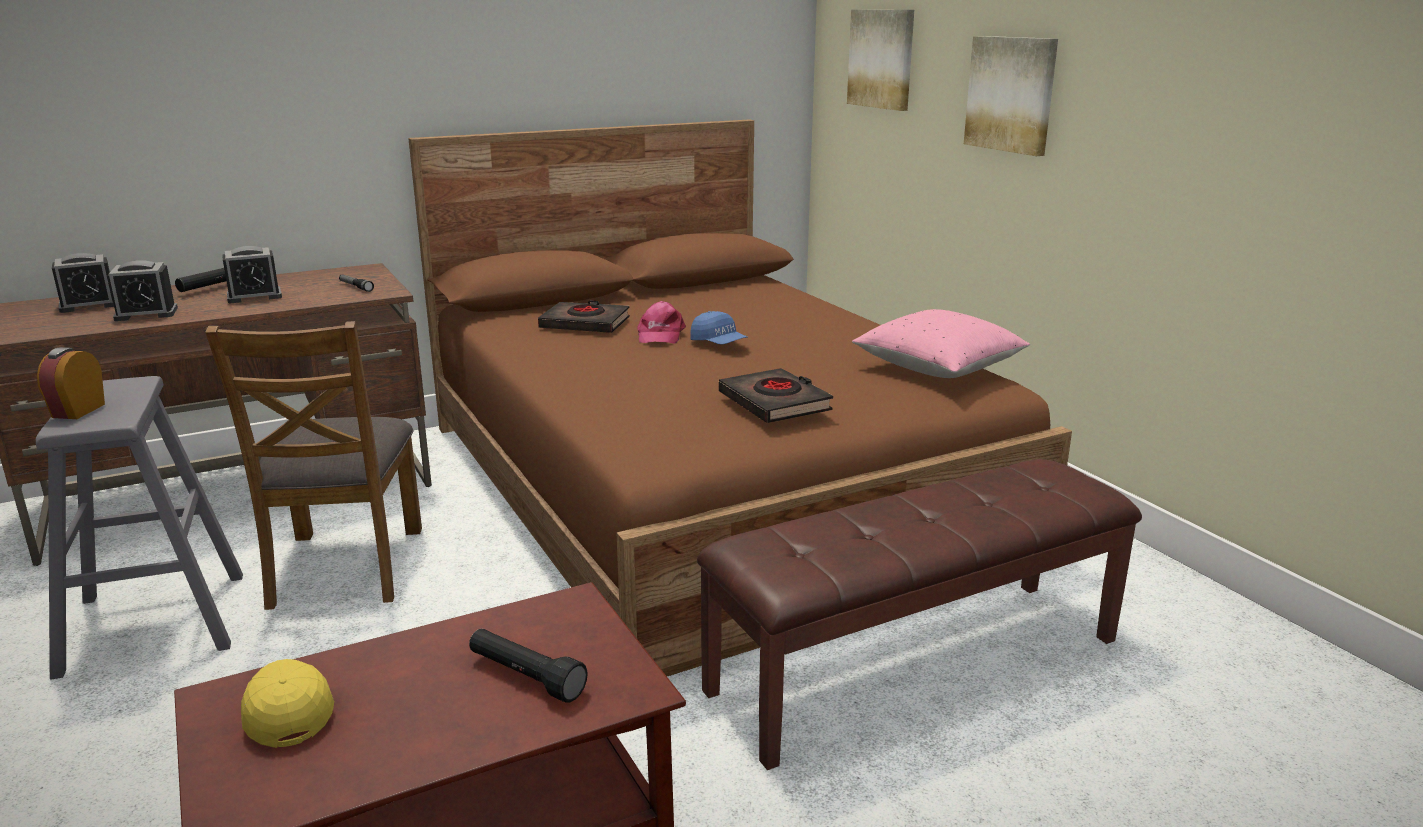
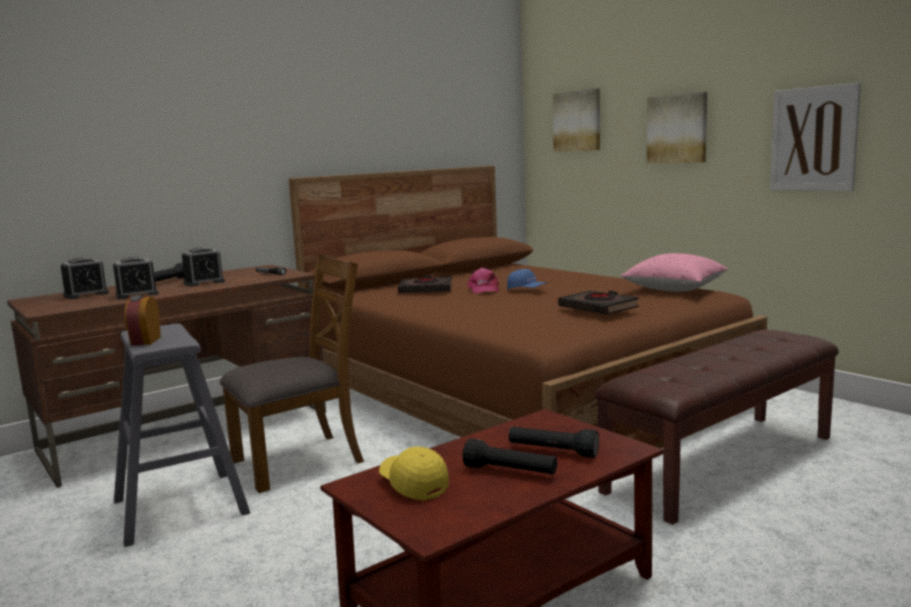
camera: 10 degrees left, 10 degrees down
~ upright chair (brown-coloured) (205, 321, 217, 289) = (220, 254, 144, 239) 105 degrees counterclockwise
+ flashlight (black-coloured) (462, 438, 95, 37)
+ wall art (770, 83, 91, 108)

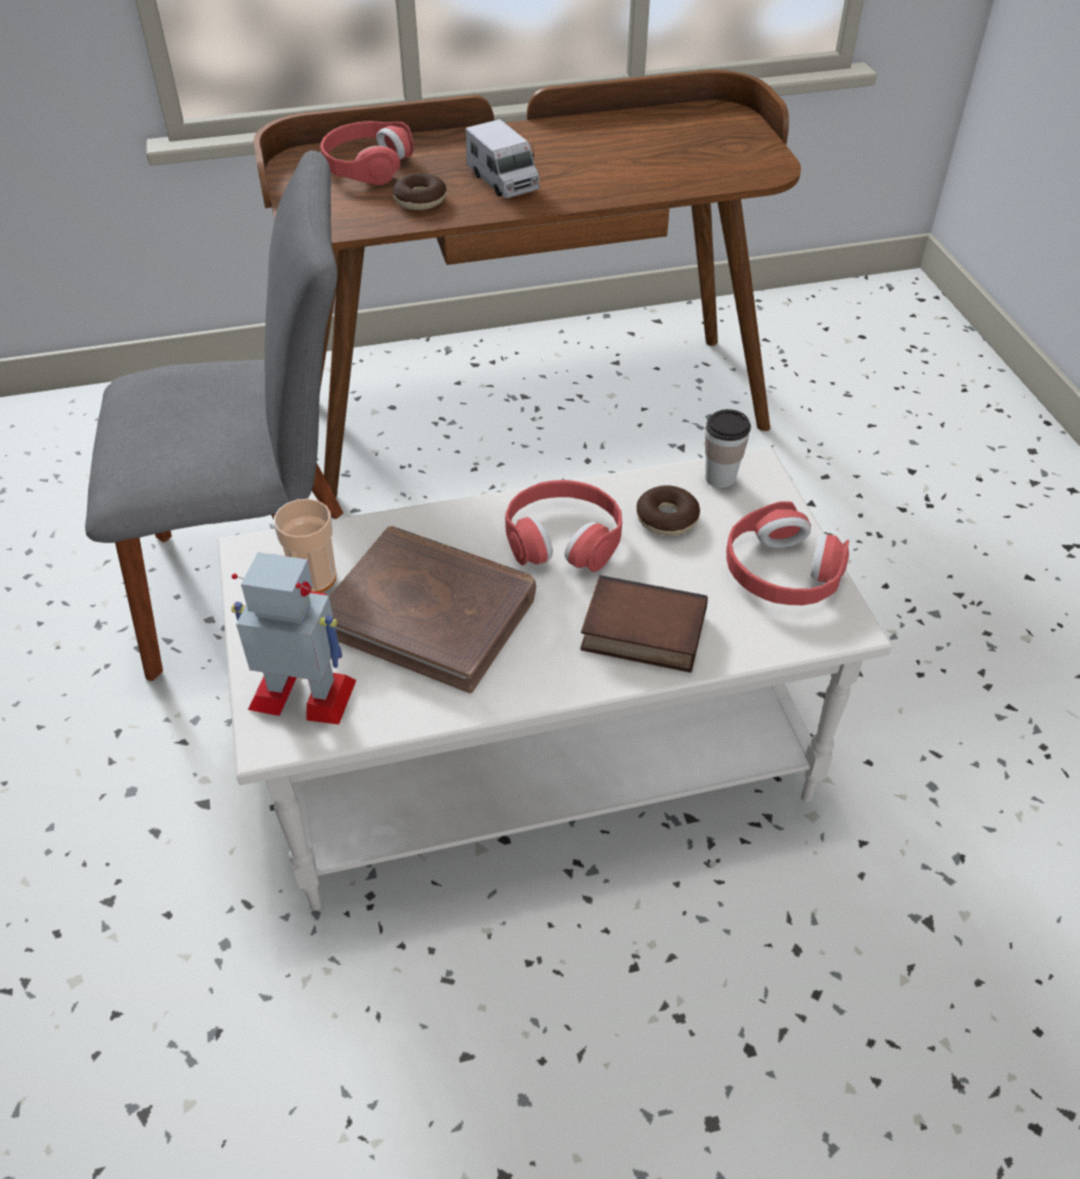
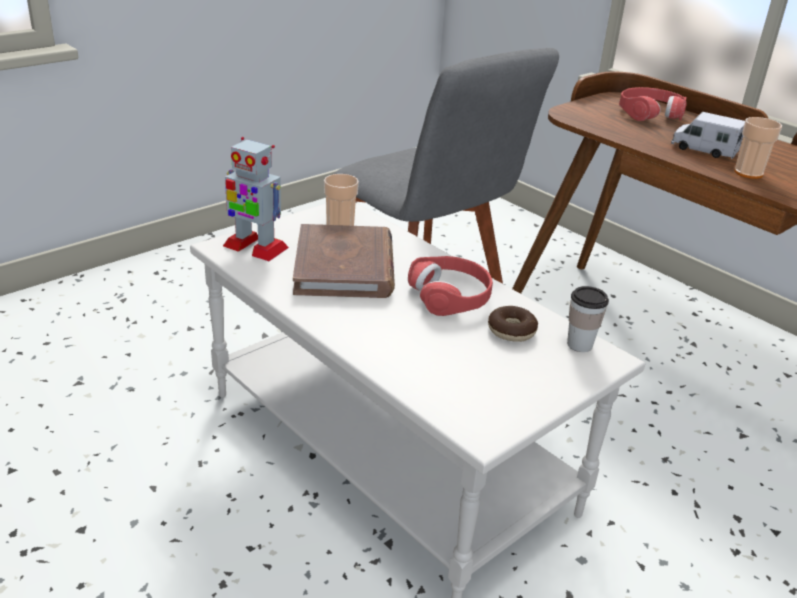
camera: 60 degrees right, 15 degrees down
~ toy robot (231, 552, 125, 173) = (223, 137, 66, 124) 135 degrees clockwise
~ toy lorry (466, 119, 74, 79) = (671, 112, 74, 47) 90 degrees clockwise
+ small cup (734, 117, 48, 62)
- donut (393, 173, 54, 37)
- volume (580, 575, 128, 98)
- headset (red) (726, 501, 123, 104)

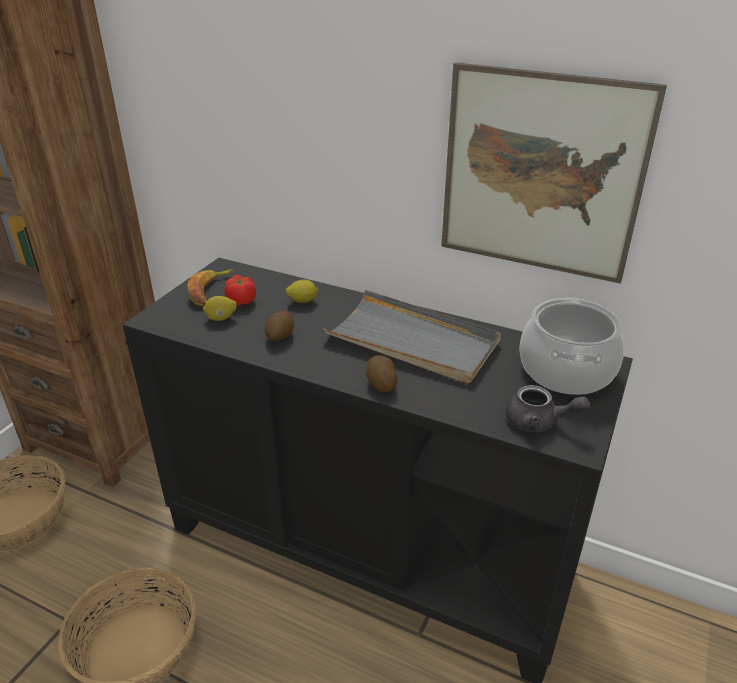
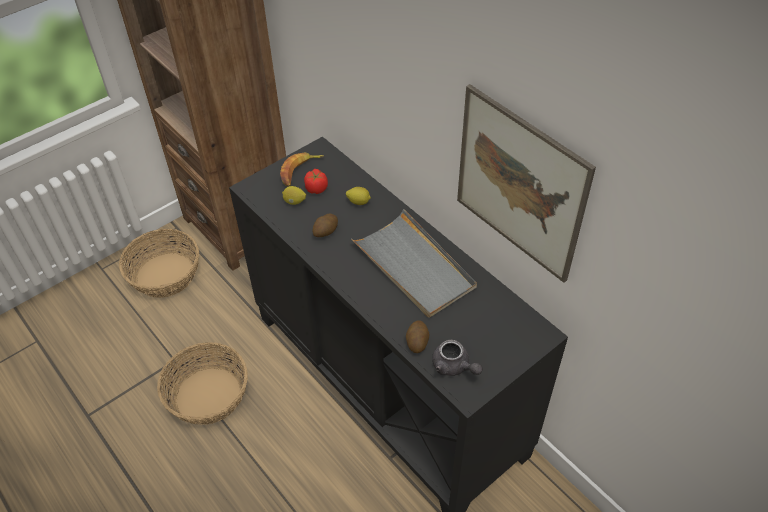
camera: 25 degrees right, 15 degrees up
~ potato (366, 355, 31, 37) to (406, 320, 23, 33)
- cooking pot (519, 297, 105, 98)

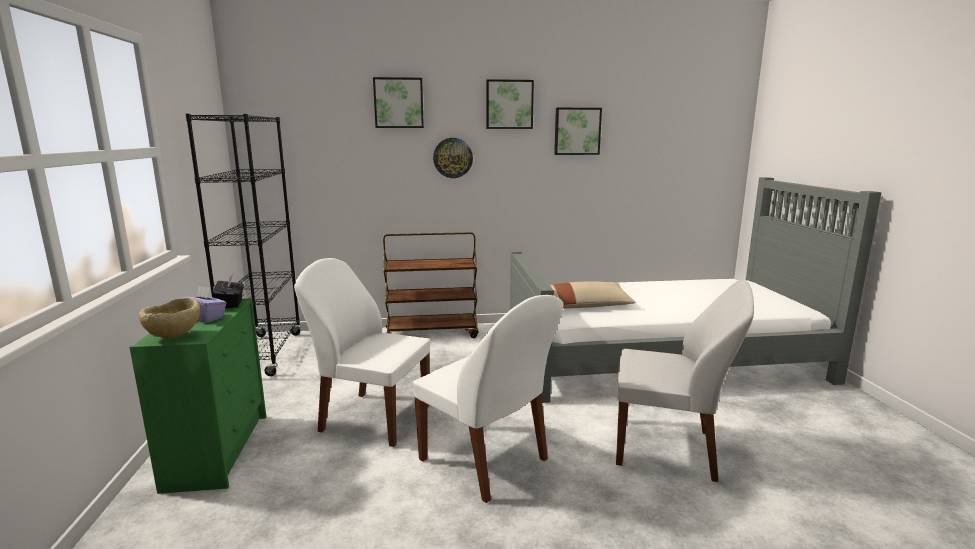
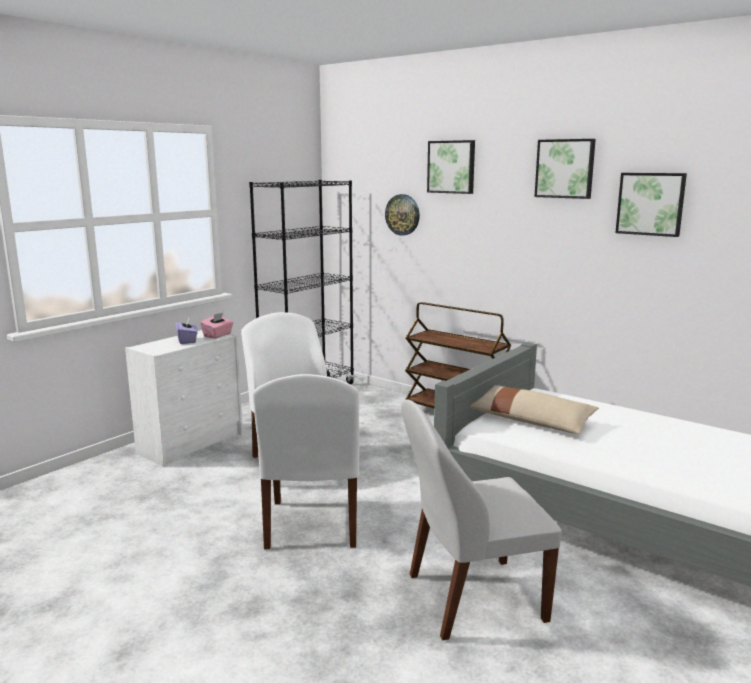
camera: 45 degrees right, 0 degrees up
~ chest of drawers (green) (129, 298, 137, 196) to chest of drawers (white-coloured) (125, 330, 118, 137)
~ box of tissues (black-coloured) (213, 274, 31, 34) to box of tissues (pink) (200, 312, 33, 27)
~ hanging clock (433, 138, 40, 40) to (385, 194, 35, 42)
~ upright chair (white-coloured) (616, 280, 138, 202) = (401, 400, 161, 240) 105 degrees clockwise
- serving bowl (beige-coloured) (139, 298, 61, 41)

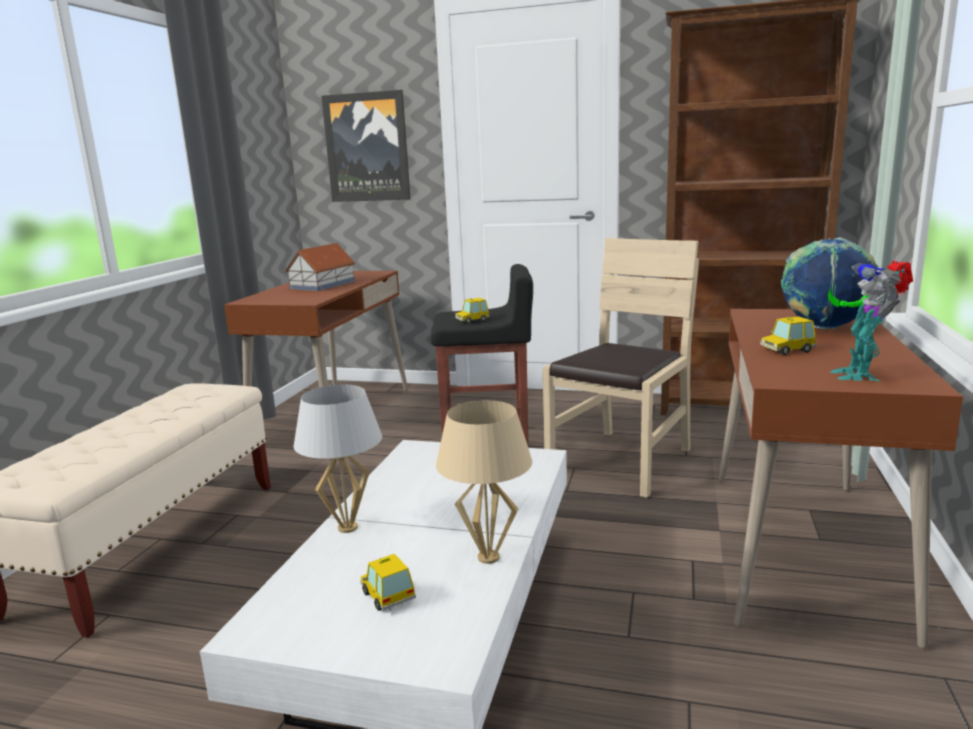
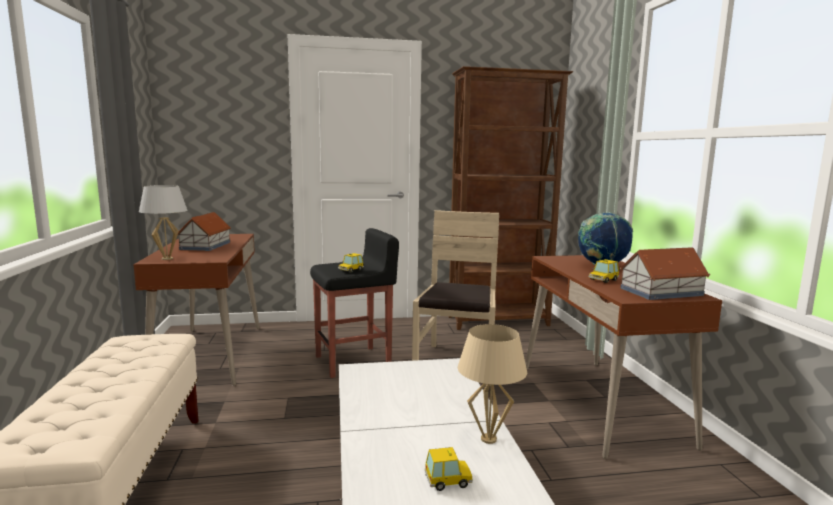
camera: 25 degrees left, 5 degrees down
~ table lamp (white-coloured) (293, 385, 89, 148) to (139, 185, 48, 75)
~ toy car (360, 554, 56, 57) = (425, 447, 48, 44) 135 degrees clockwise
~ toy robot (828, 261, 85, 120) to toy house (620, 247, 90, 53)
- wall art (321, 90, 89, 112)

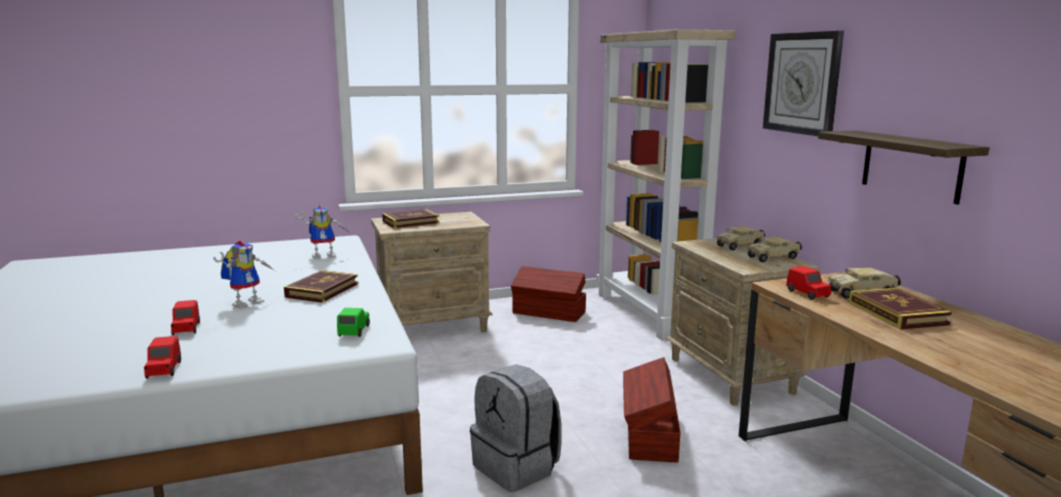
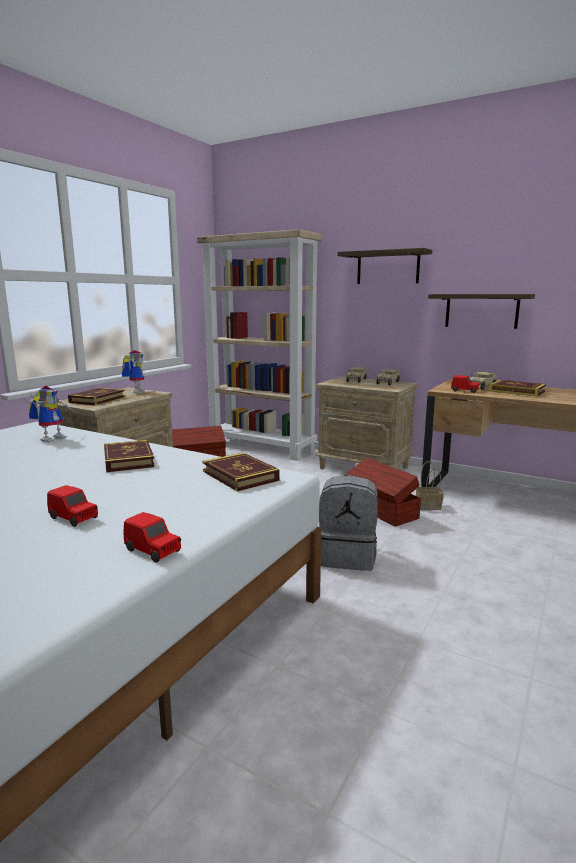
camera: 40 degrees left, 0 degrees up
~ toy robot (213, 241, 62, 68) to (122, 350, 23, 43)
~ toy car (green) (337, 308, 33, 29) to volume (202, 453, 78, 39)
~ hanging clock (763, 31, 81, 105) to shelf (337, 248, 95, 36)
+ household basket (416, 461, 28, 49)

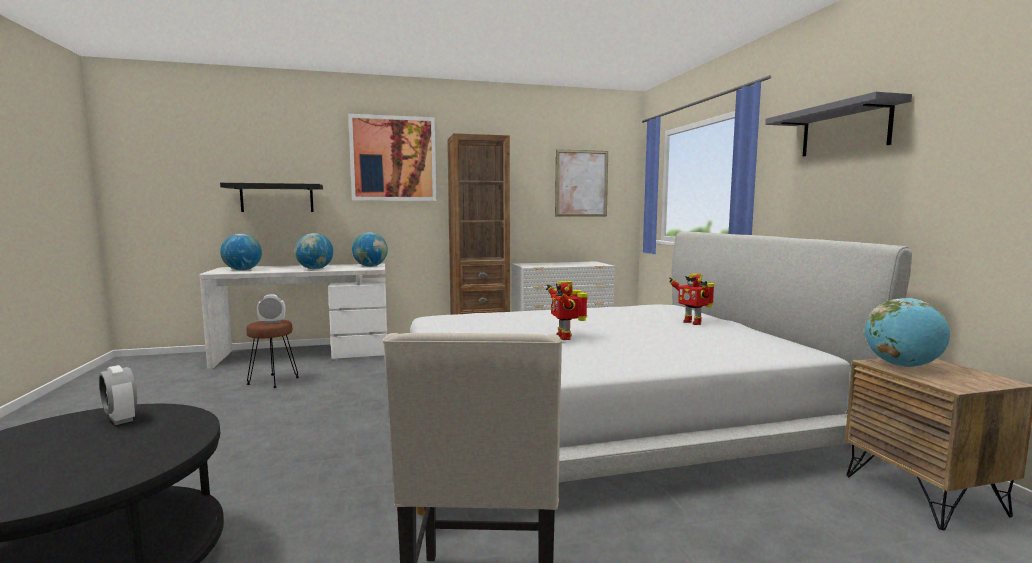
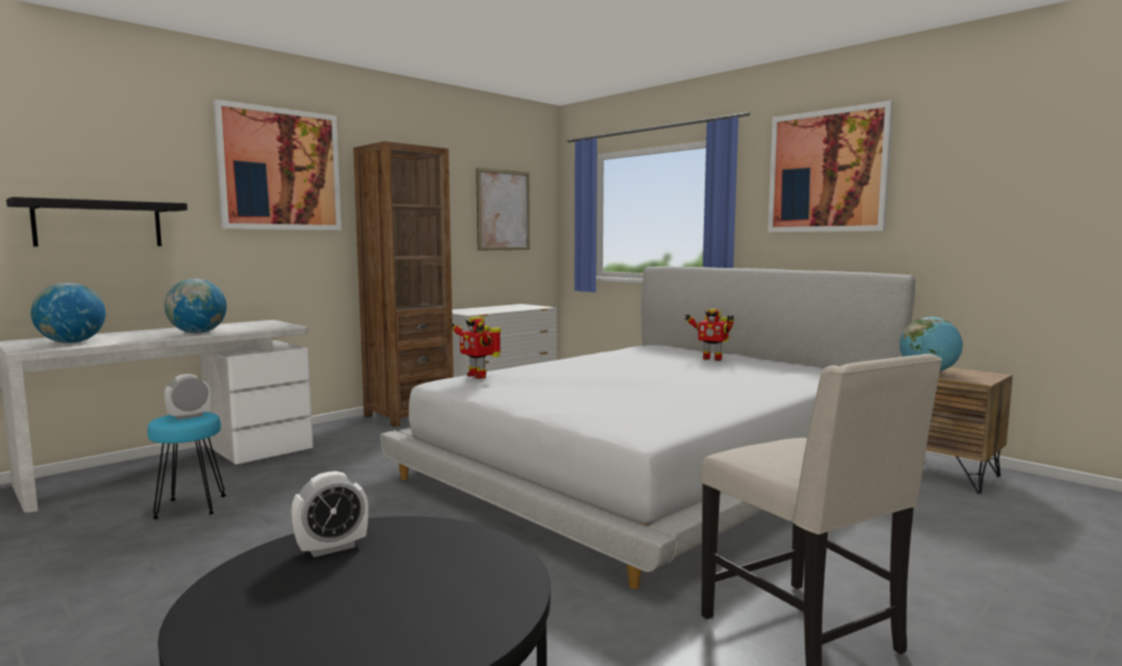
camera: 30 degrees left, 0 degrees up
~ sitting stool (brown-coloured) (246, 320, 53, 68) to sitting stool (blue-green) (147, 412, 79, 107)
~ table clock (99, 365, 38, 60) = (291, 471, 77, 86) 45 degrees counterclockwise
~ toy robot (546, 281, 42, 59) to (451, 316, 50, 63)
~ shelf (greyish) (765, 91, 147, 65) to wall art (768, 101, 125, 131)
- globe (352, 232, 36, 35)

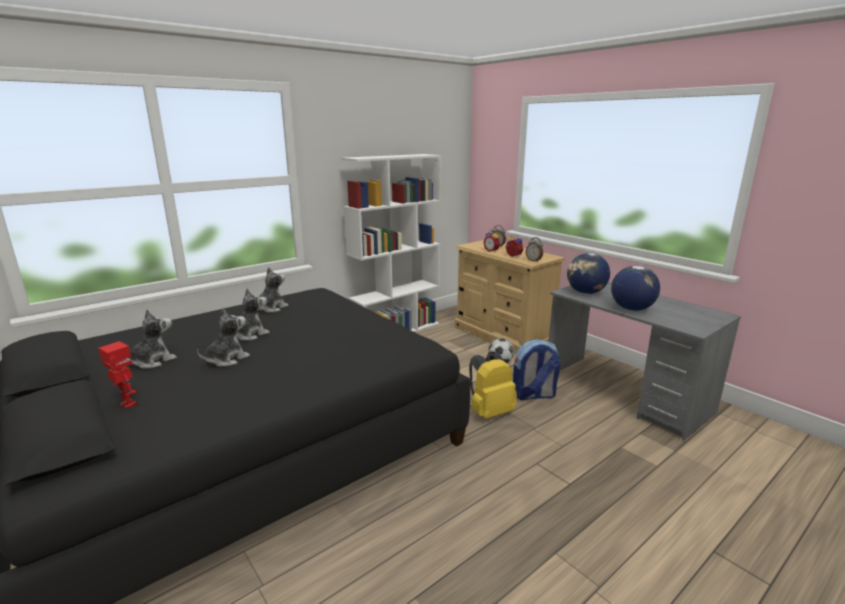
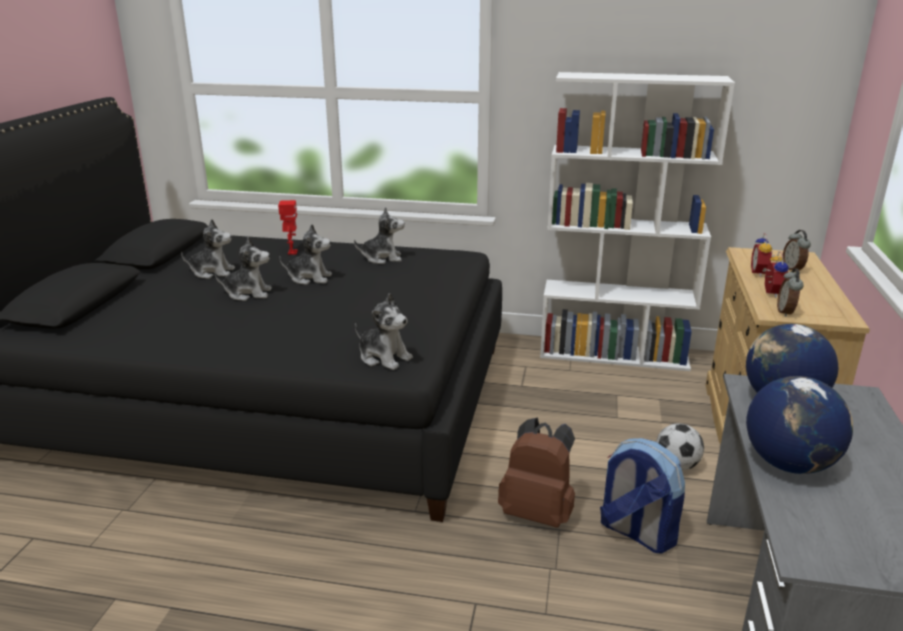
camera: 50 degrees right, 5 degrees up
~ toy robot (98, 341, 39, 68) to (278, 200, 20, 54)
+ soft toy (355, 293, 58, 77)
~ knapsack (yellowish) (469, 352, 48, 67) to knapsack (brown-coloured) (498, 417, 77, 111)

